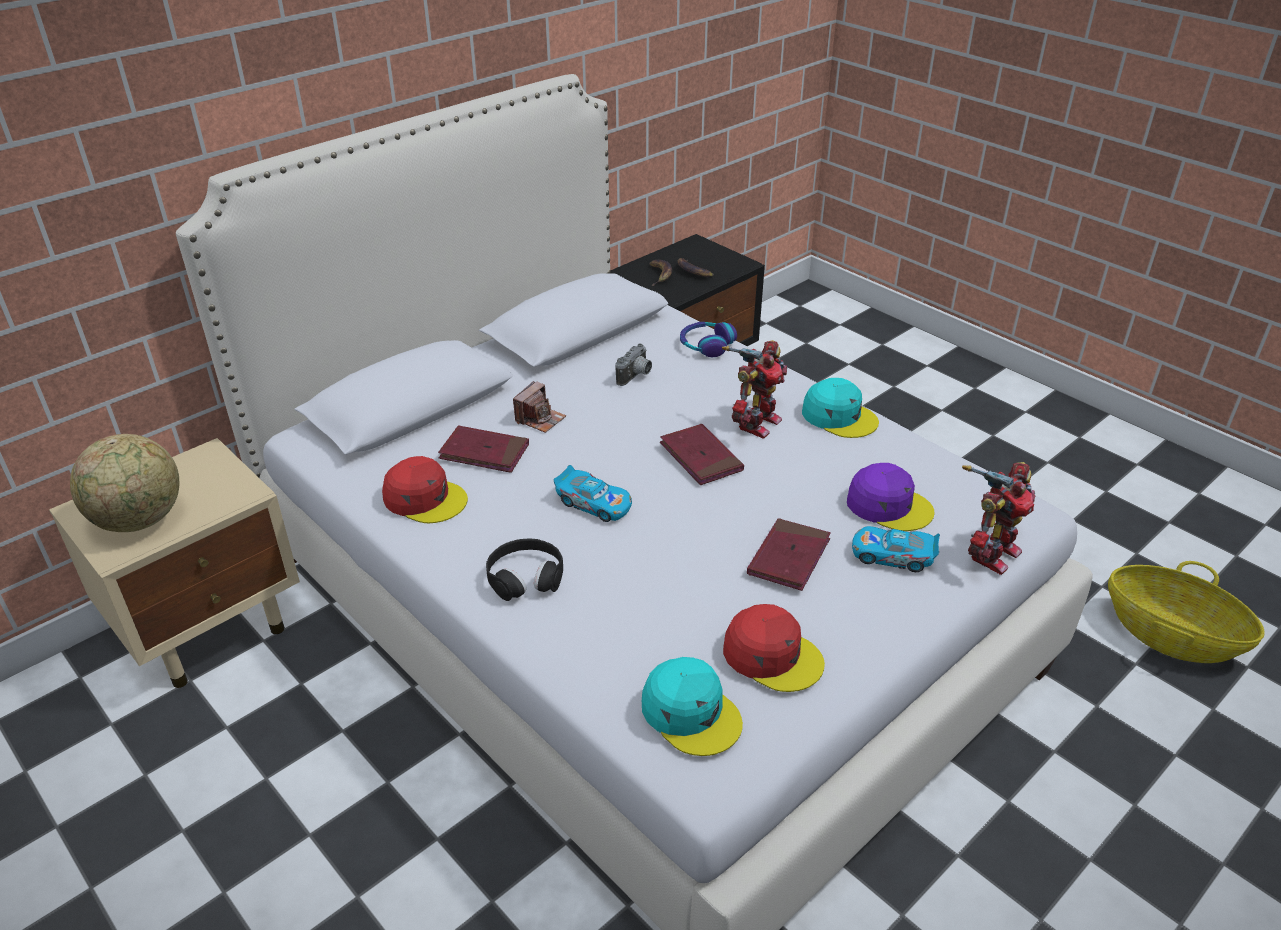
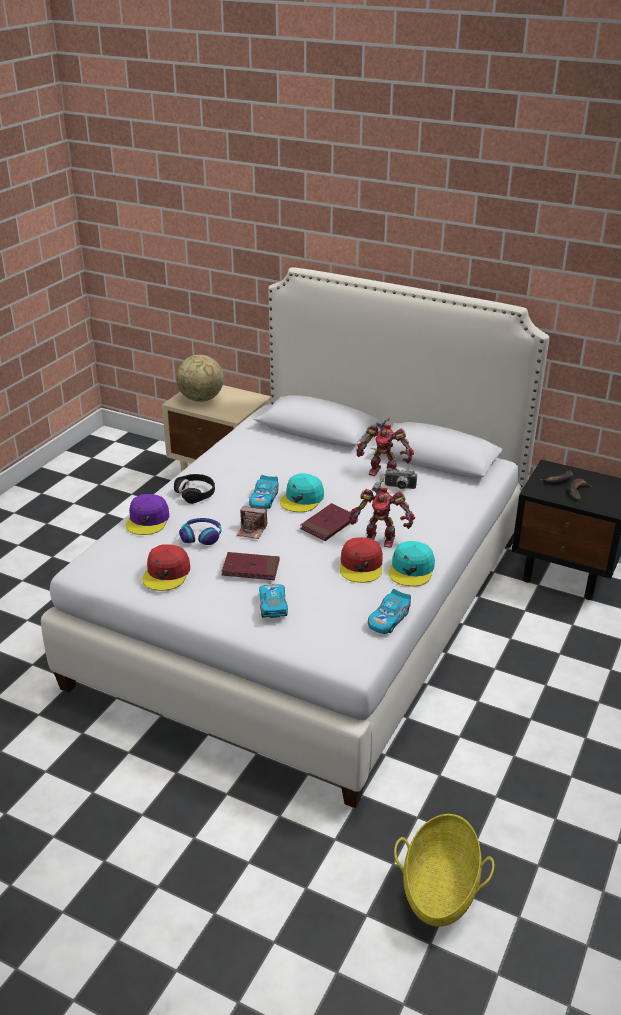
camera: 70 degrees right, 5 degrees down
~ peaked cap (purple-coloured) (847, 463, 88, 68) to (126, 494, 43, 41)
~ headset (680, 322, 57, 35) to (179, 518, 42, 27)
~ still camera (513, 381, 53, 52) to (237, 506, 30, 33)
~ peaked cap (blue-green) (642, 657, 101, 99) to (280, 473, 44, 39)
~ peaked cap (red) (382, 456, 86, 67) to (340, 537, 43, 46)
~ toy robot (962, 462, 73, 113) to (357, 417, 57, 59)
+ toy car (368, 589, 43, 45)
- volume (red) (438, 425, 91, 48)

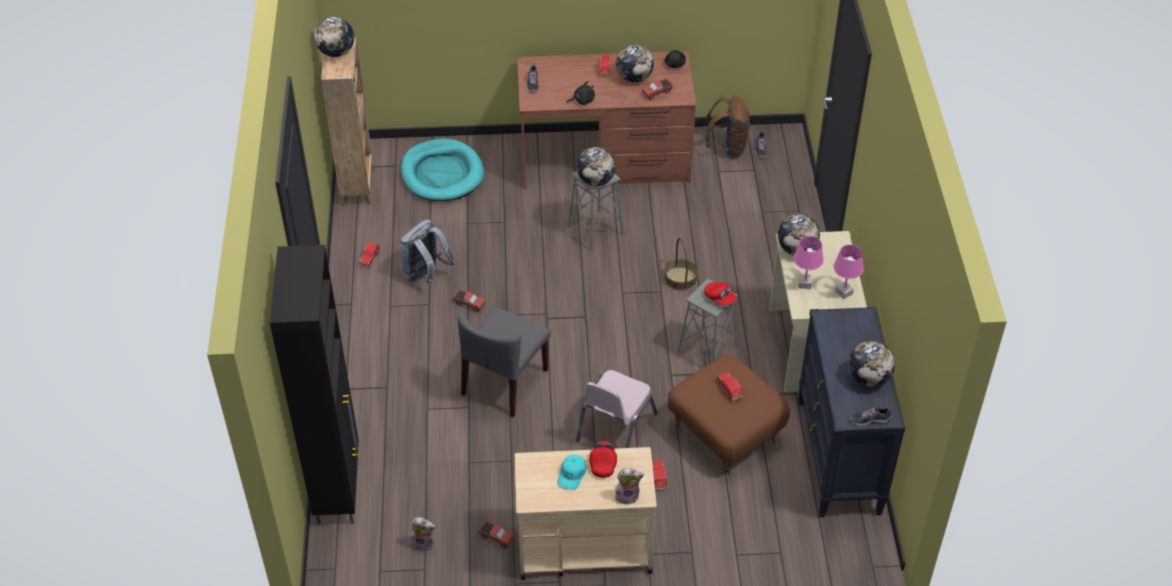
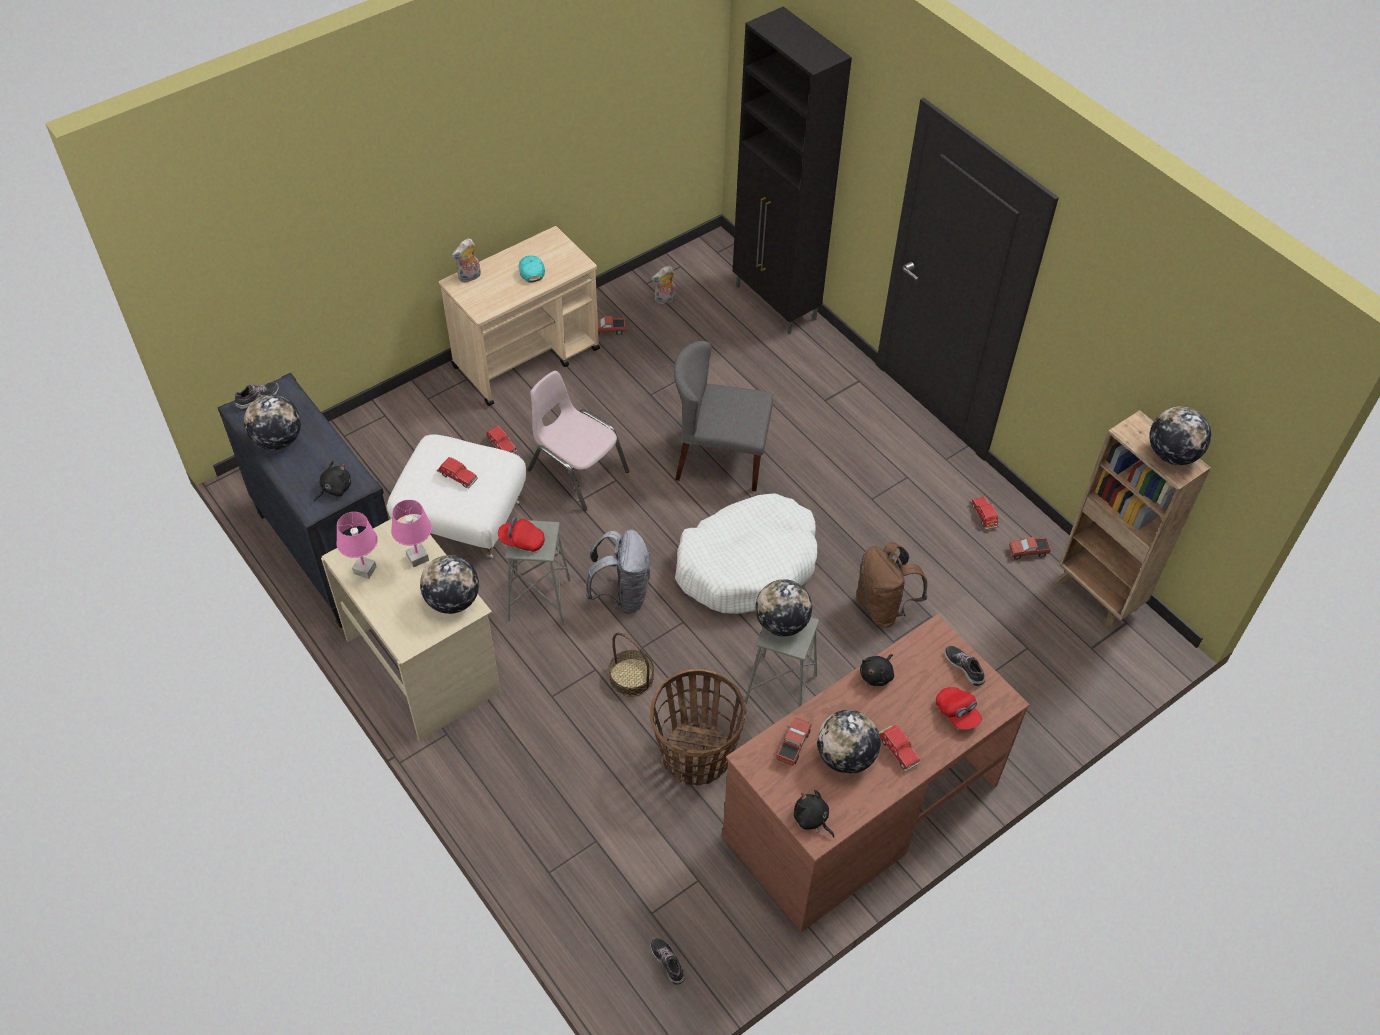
camera: 145 degrees right, 5 degrees up
+ soft toy (black-coloured) (314, 461, 37, 41)
~ pouffe (brown-coloured) (668, 354, 122, 121) to pouffe (white-coloured) (386, 434, 140, 124)
~ upright chair (pink) (576, 370, 82, 78) = (528, 371, 101, 140) 45 degrees counterclockwise
~ knapsack (greyish) (400, 220, 55, 64) to (586, 530, 65, 84)
+ household basket (650, 669, 97, 116)
~ upright chair (greyish) (457, 307, 94, 110) = (674, 341, 99, 150) 75 degrees counterclockwise
+ dog cushion (white-coloured) (675, 493, 142, 121)
~ knapsack (brown-coloured) (705, 96, 45, 63) to (856, 542, 71, 86)
~ peaked cap (red) (589, 441, 28, 37) to (936, 687, 46, 43)
~ toy lorry (453, 290, 32, 23) to (1009, 537, 42, 23)
- dog cushion (blue-green) (401, 139, 83, 62)

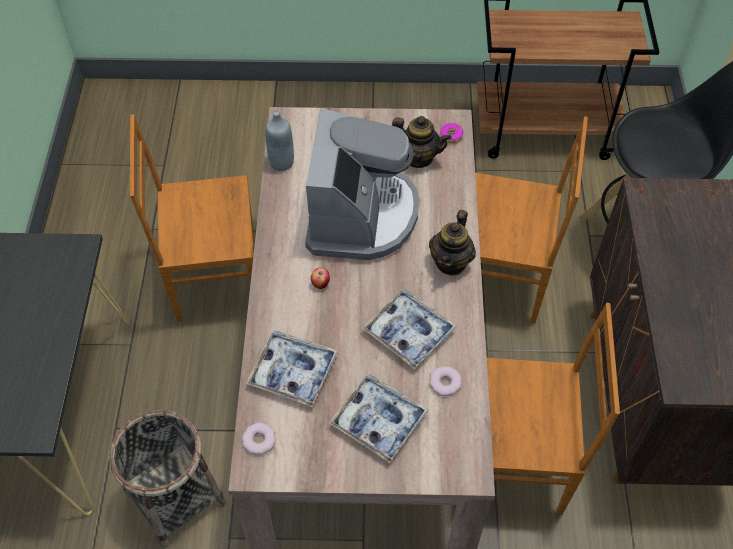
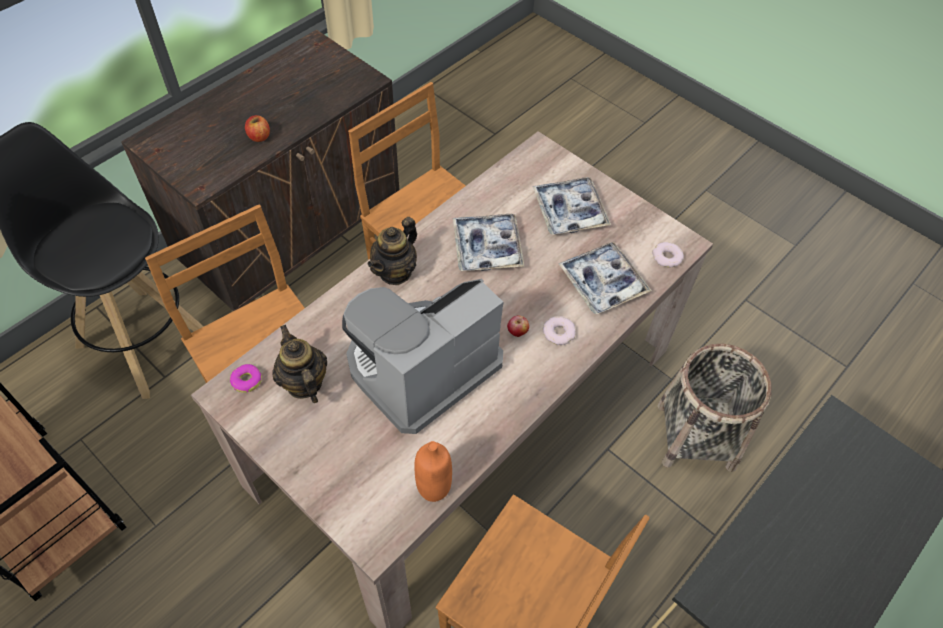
camera: 140 degrees left, 0 degrees up
+ apple fruit (245, 115, 25, 27)
~ teapot (429, 209, 47, 67) = (368, 217, 49, 68) 150 degrees clockwise
~ bottle (greyish) (265, 110, 29, 61) to bottle (orange-coloured) (414, 441, 38, 61)
~ donut (429, 366, 33, 30) to (543, 317, 33, 28)

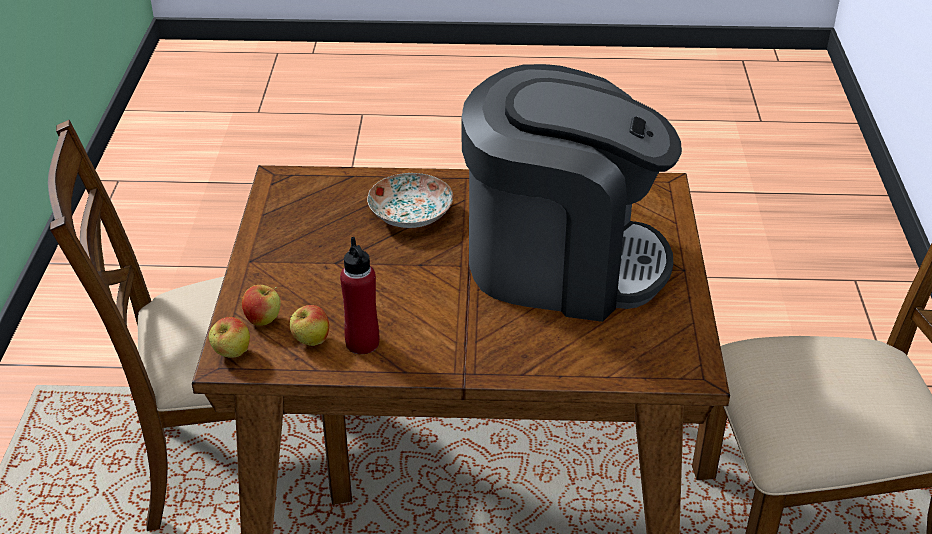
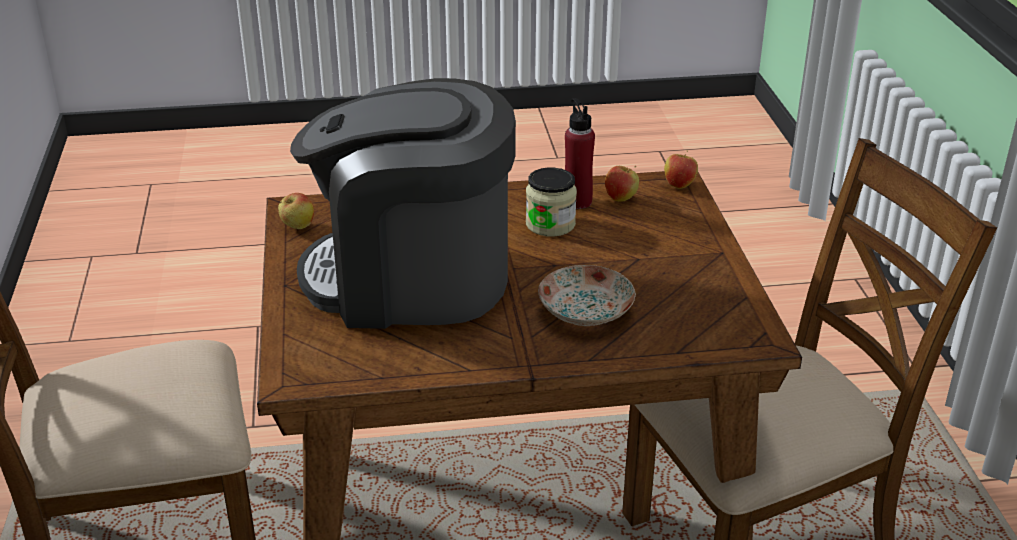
camera: 170 degrees right, 5 degrees down
~ apple fruit (242, 285, 39, 40) to (278, 193, 36, 36)
+ preserve jar (526, 167, 51, 70)

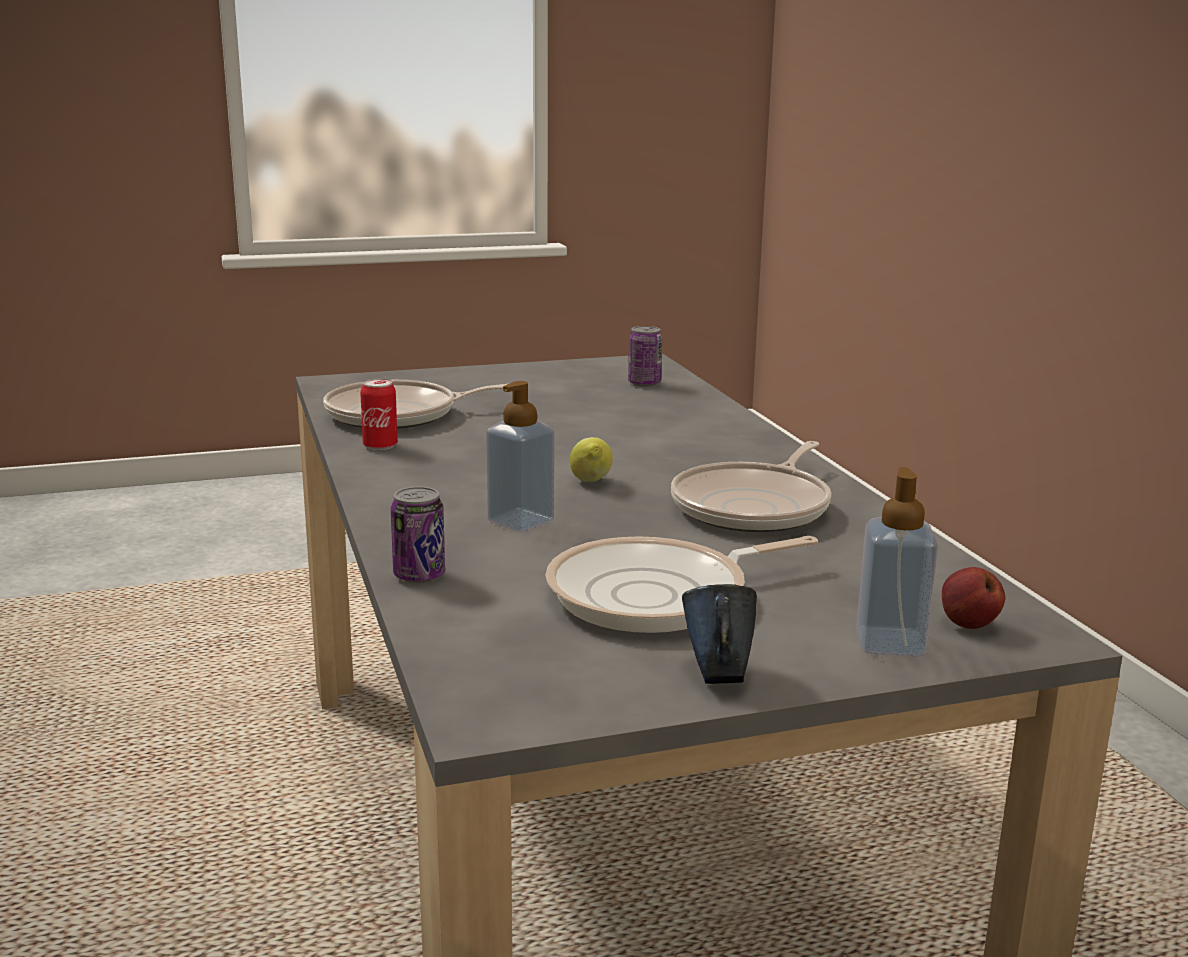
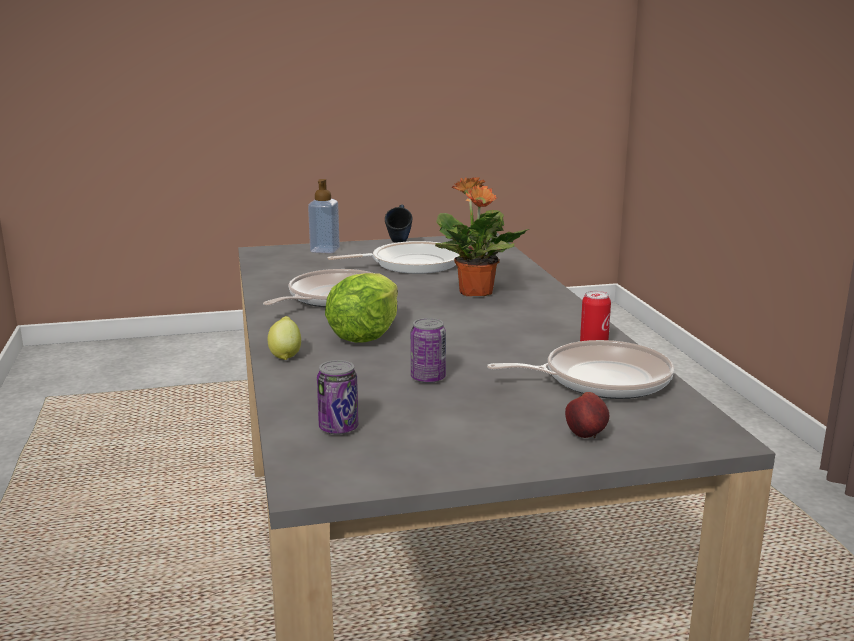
camera: 175 degrees left, 0 degrees up
~ lemon (570, 437, 43, 45) to (268, 316, 33, 44)
+ lettuce (325, 273, 73, 70)
~ metal can (391, 487, 54, 96) to (411, 318, 35, 65)
~ soap dispenser (486, 381, 68, 151) to plant in a pot (435, 177, 94, 119)
~ apple fruit (942, 567, 63, 62) to (565, 392, 44, 46)

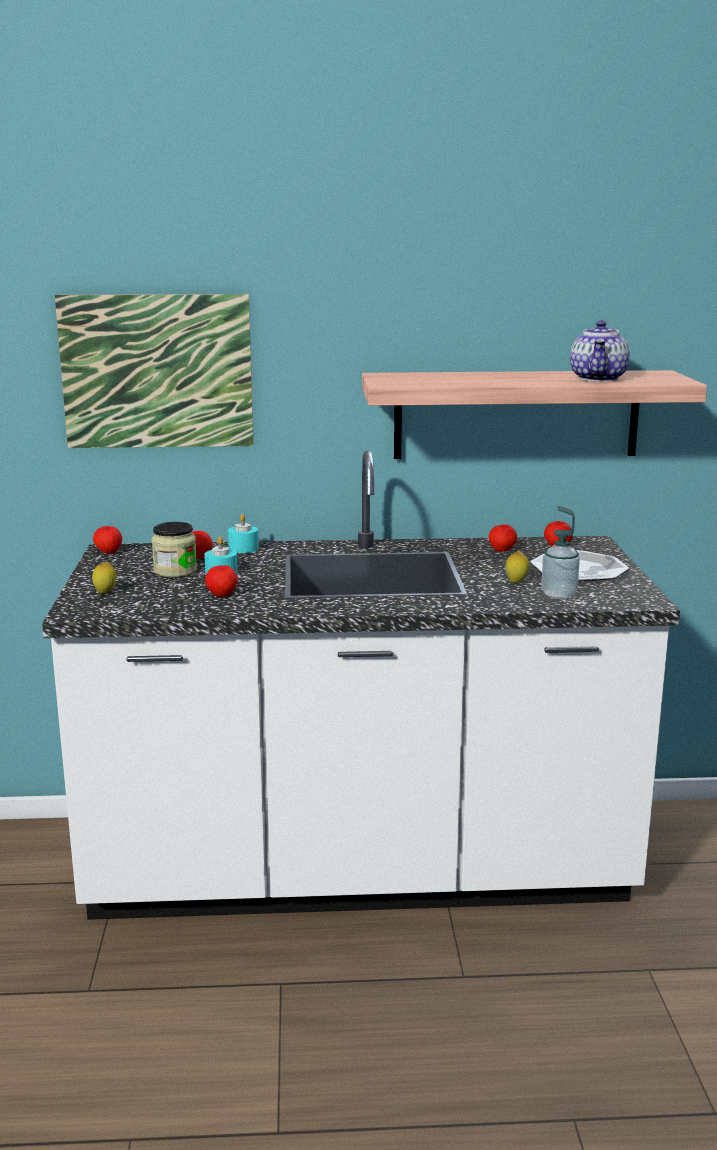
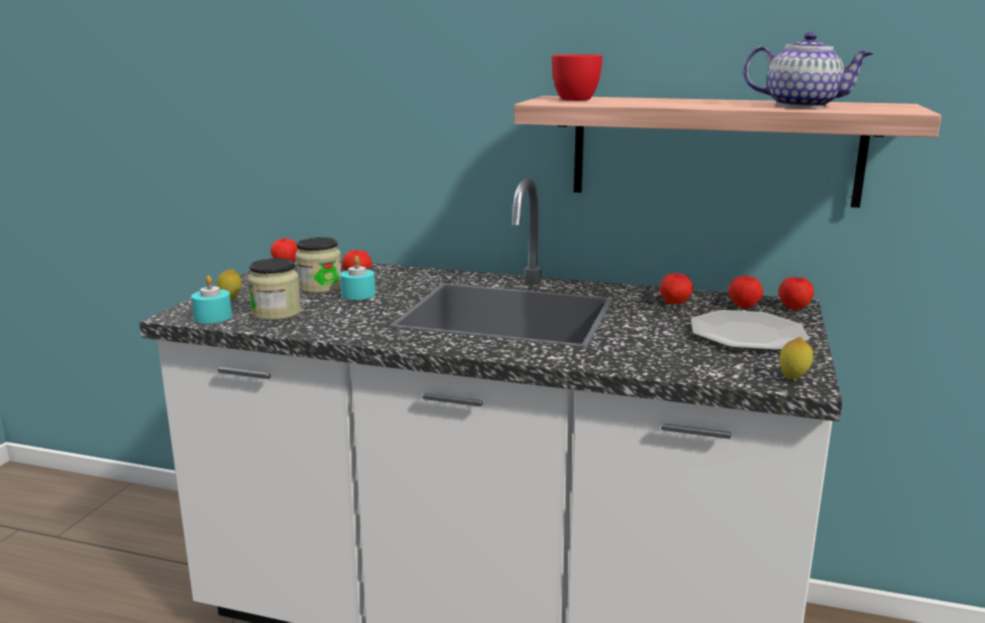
camera: 20 degrees right, 0 degrees up
~ wax light (blue-green) (228, 514, 31, 39) to (191, 275, 41, 48)
+ preserve jar (248, 258, 53, 63)
+ small cup (red) (552, 54, 50, 47)
~ teapot (570, 320, 60, 62) = (743, 32, 130, 76) 105 degrees counterclockwise
~ apple fruit (205, 566, 33, 31) to (778, 277, 36, 32)
~ lemon (506, 551, 23, 32) to (780, 337, 33, 42)
- wall art (55, 294, 199, 154)
- soap dispenser (541, 506, 39, 93)

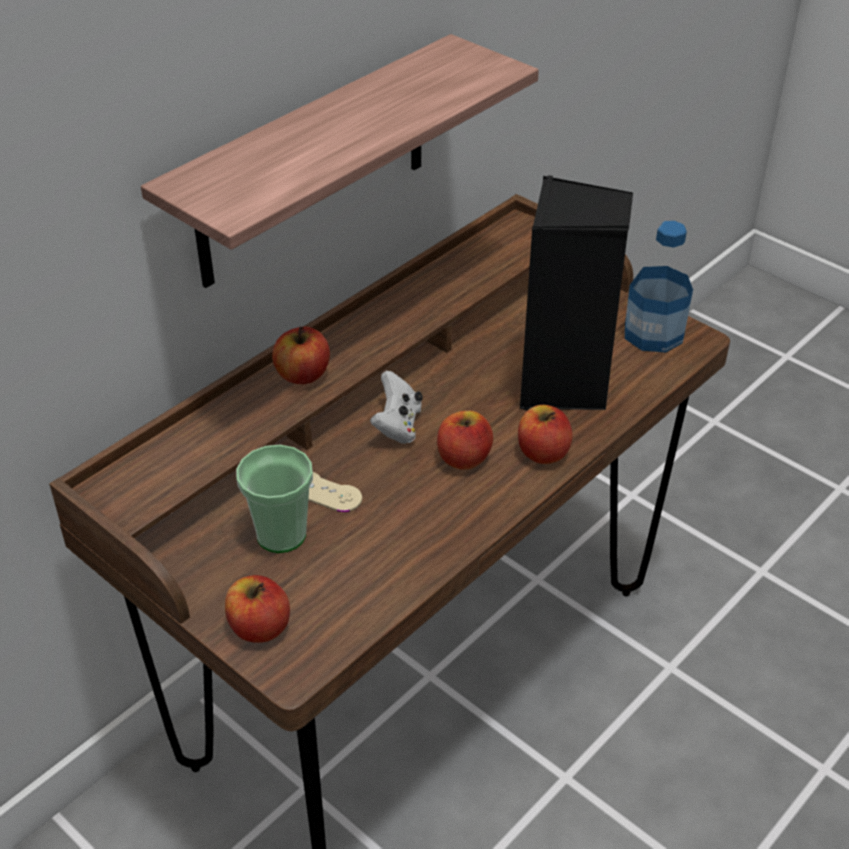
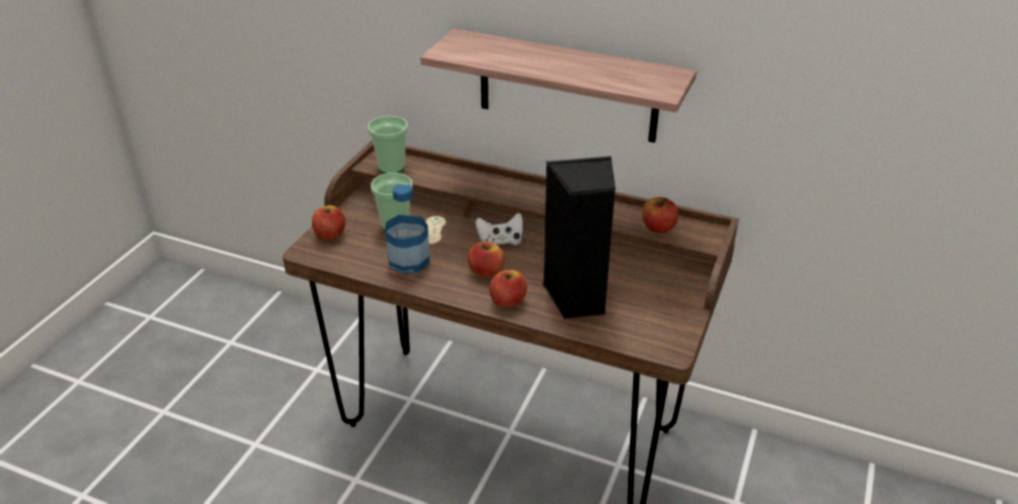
camera: 70 degrees right, 5 degrees down
+ small cup (368, 116, 40, 58)
~ bottle (625, 221, 68, 131) to (385, 184, 45, 90)
~ apple fruit (272, 327, 58, 57) to (642, 197, 36, 36)

